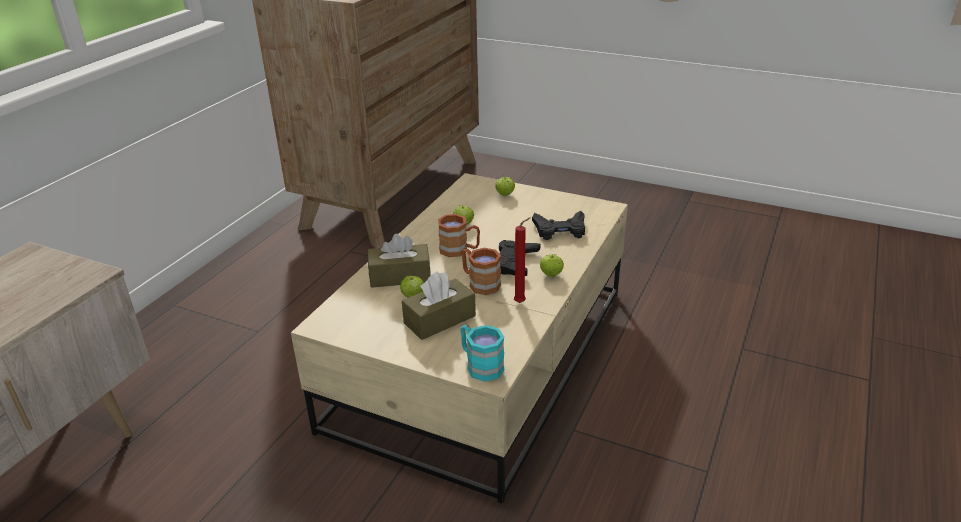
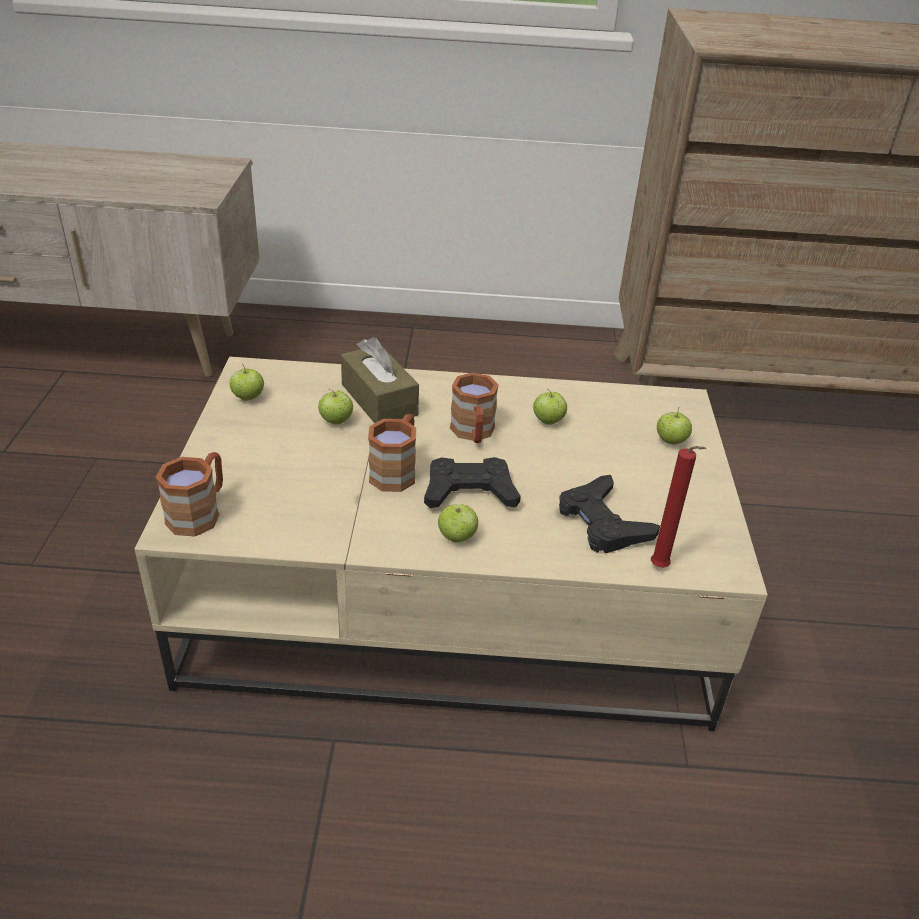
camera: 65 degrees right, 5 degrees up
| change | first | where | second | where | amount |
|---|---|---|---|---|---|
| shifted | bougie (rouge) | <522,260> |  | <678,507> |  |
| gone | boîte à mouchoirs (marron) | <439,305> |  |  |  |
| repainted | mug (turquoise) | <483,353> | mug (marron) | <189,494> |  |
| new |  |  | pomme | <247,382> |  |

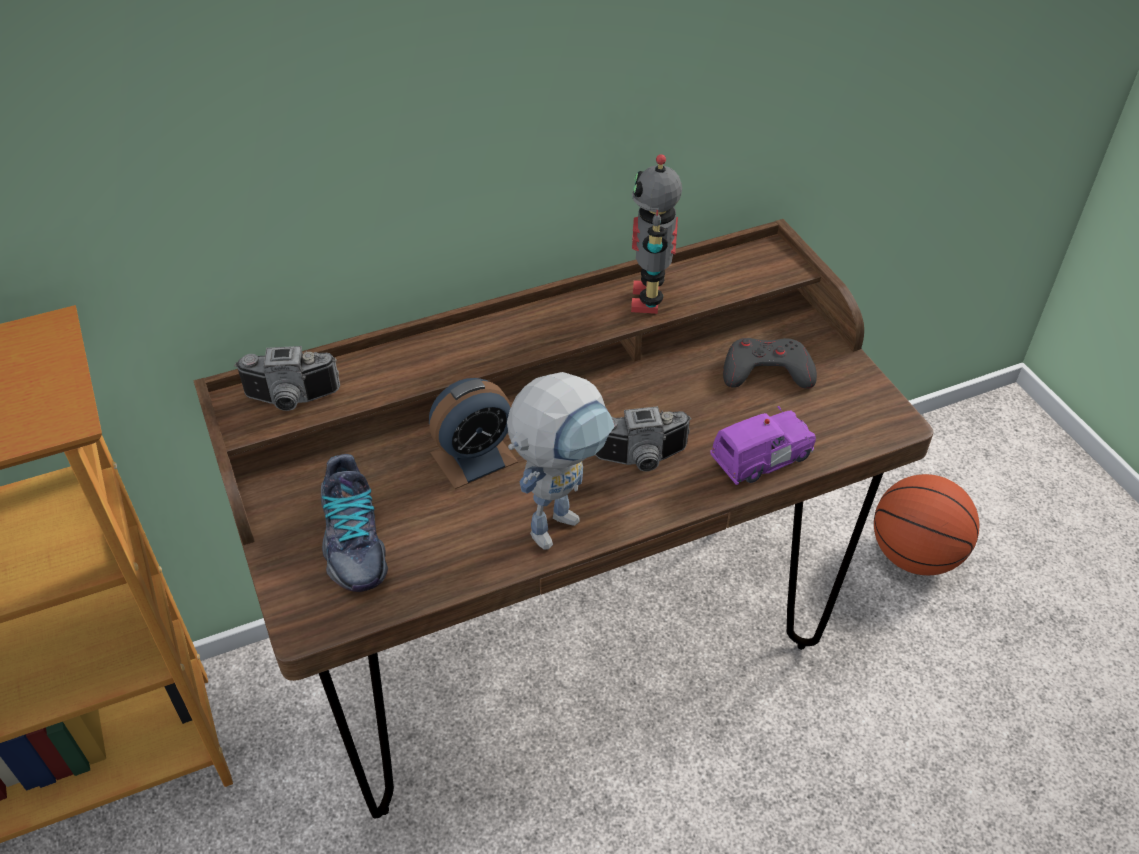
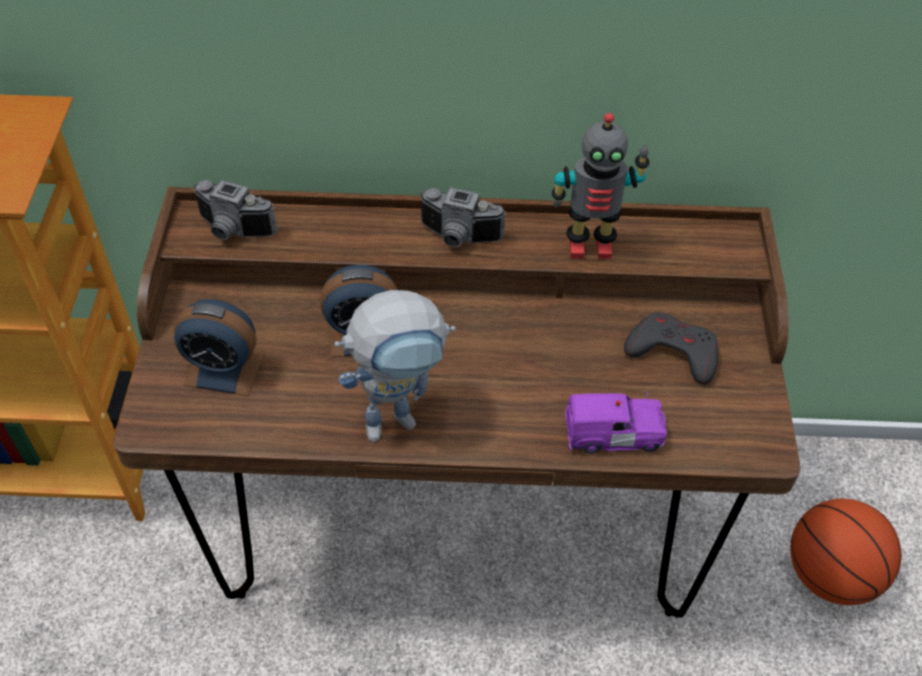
camera: 25 degrees right, 5 degrees up
| change | first | where | second | where | amount |
|---|---|---|---|---|---|
| rotated | robot jouet | <656,234> |  | <600,186> | 120 degrees counterclockwise |
| shifted | appareil photo | <643,438> |  | <462,217> |  |
| swapped | chaussure | <354,523> | réveil | <219,347> |  |

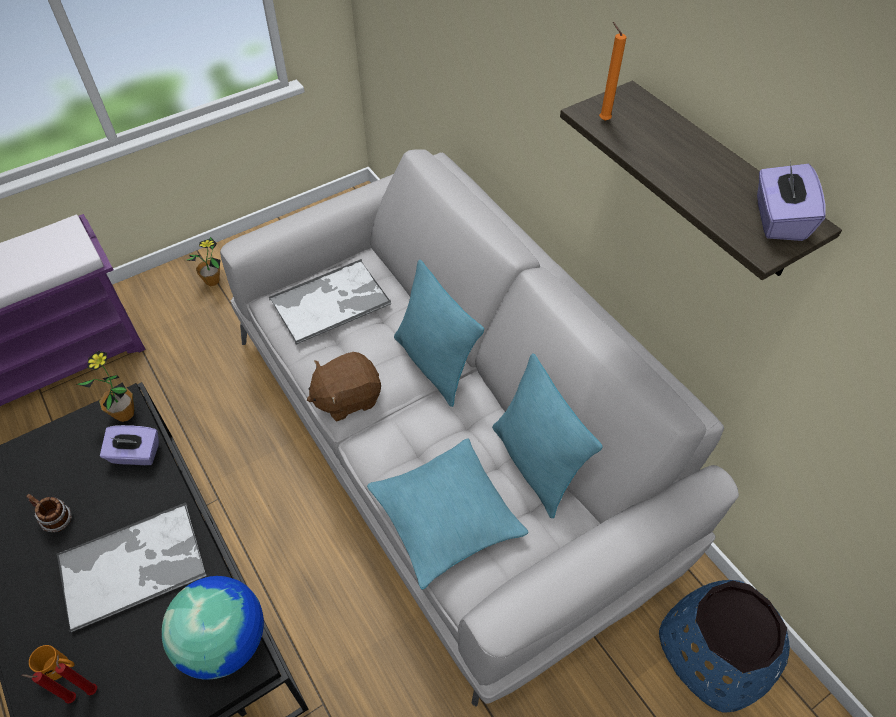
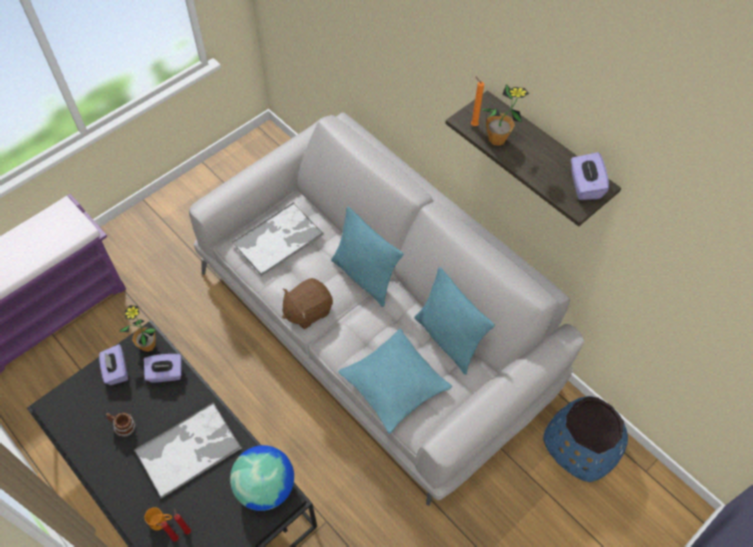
camera: 10 degrees left, 5 degrees up
| change | first | where | second | where | amount |
|---|---|---|---|---|---|
| shifted | plante en pot | <203,261> |  | <505,115> |  |
| new |  |  | boîte à mouchoirs (violet) | <113,364> |  |

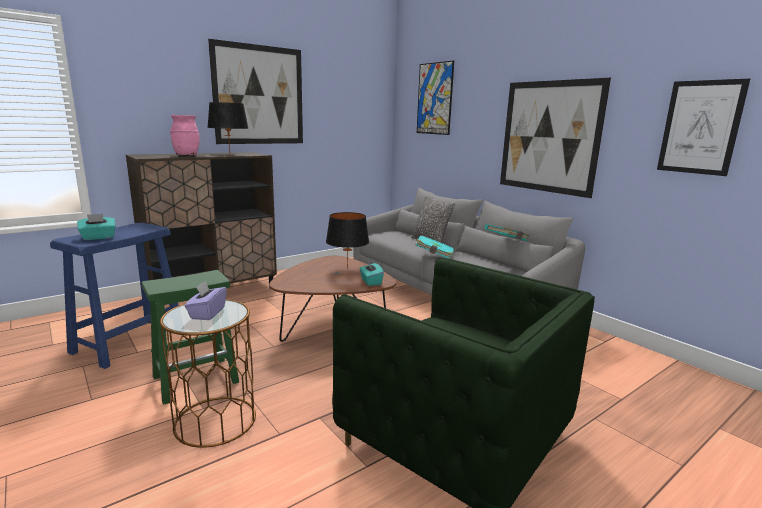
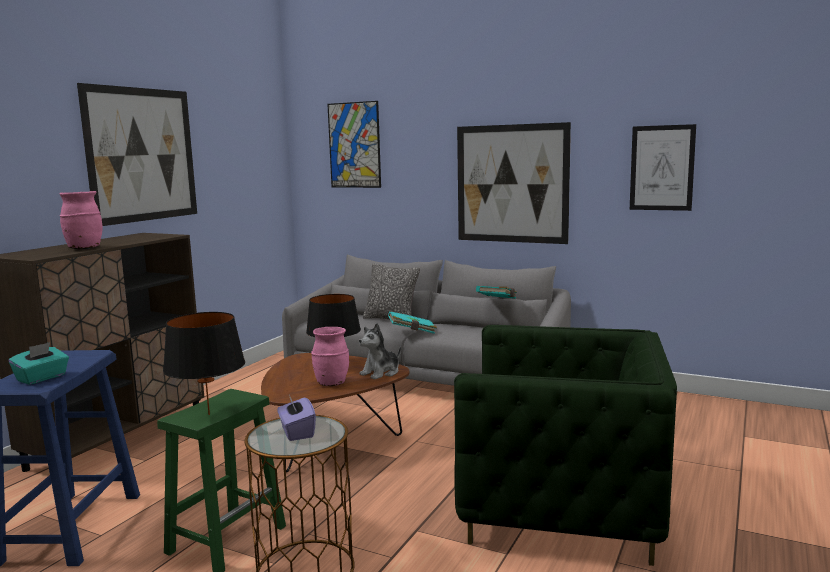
camera: 25 degrees left, 5 degrees down
| change | first | where | second | where | amount |
|---|---|---|---|---|---|
| shifted | lampe de table (noir) | <227,127> |  | <204,363> |  |
| swapped | boîte à mouchoirs (turquoise) | <371,273> | peluche | <380,351> |  |
| new |  |  | vase (rose) | <330,356> |  |

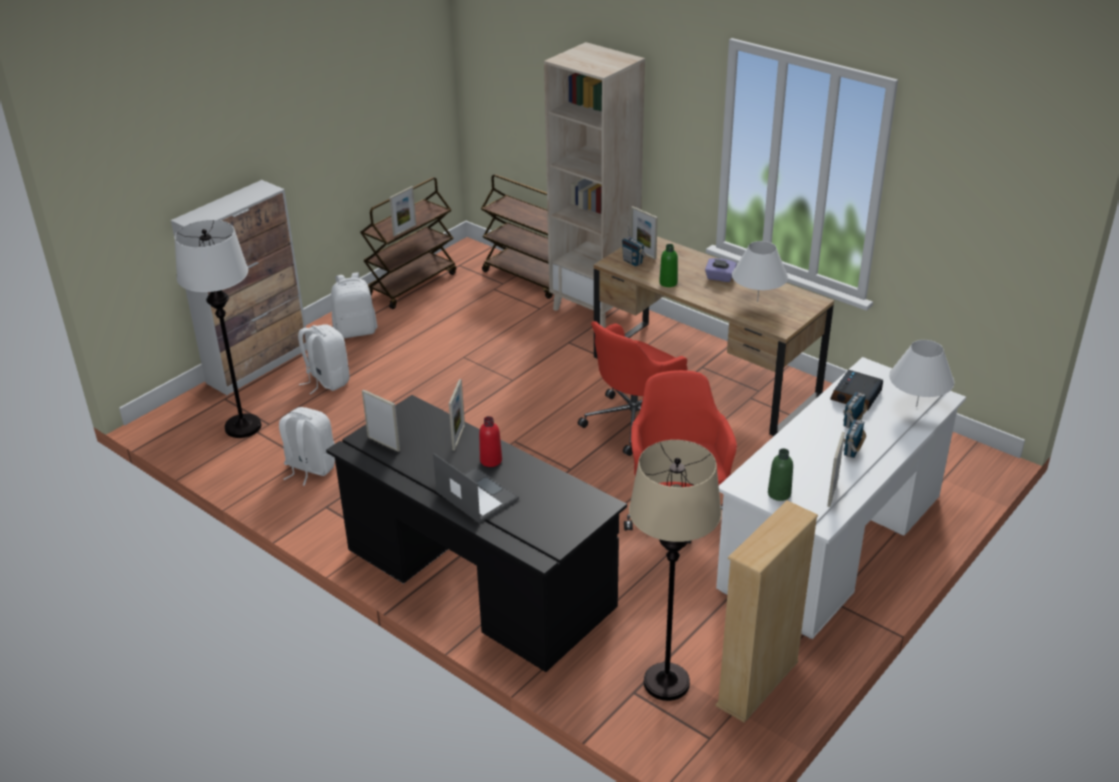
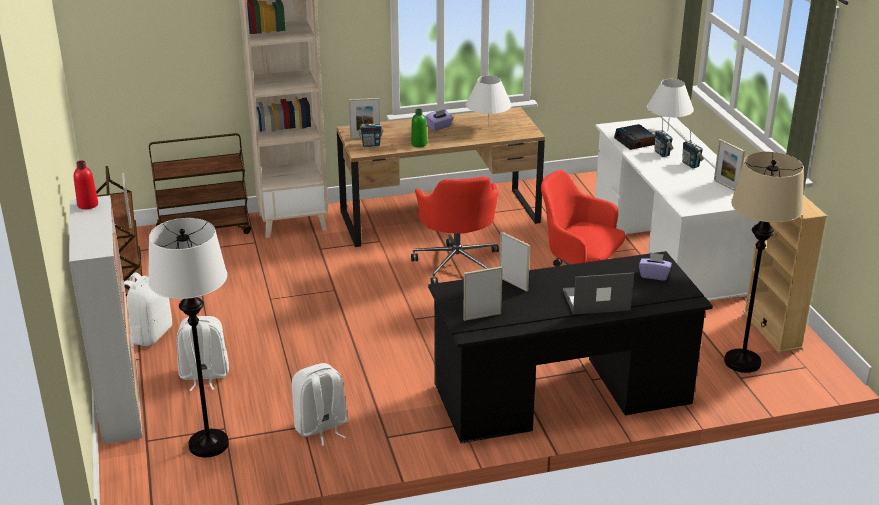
camera: 55 degrees left, 5 degrees down
| change | first | where | second | where | amount |
|---|---|---|---|---|---|
| shifted | bouteille (rouge) | <490,441> |  | <85,185> |  |
| gone | bouteille (vert) | <780,474> |  |  |  |
| new |  |  | boîte à mouchoirs (violet) | <655,266> |  |

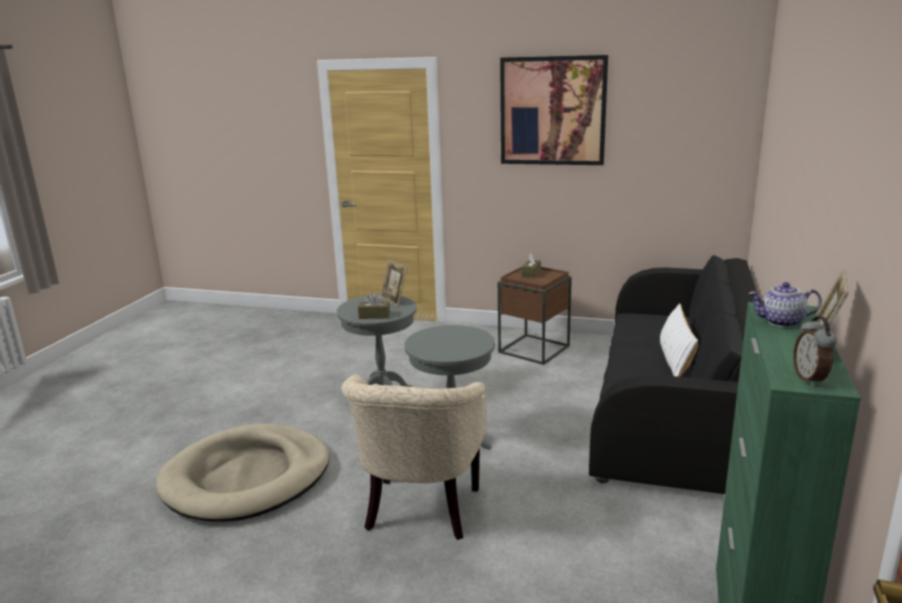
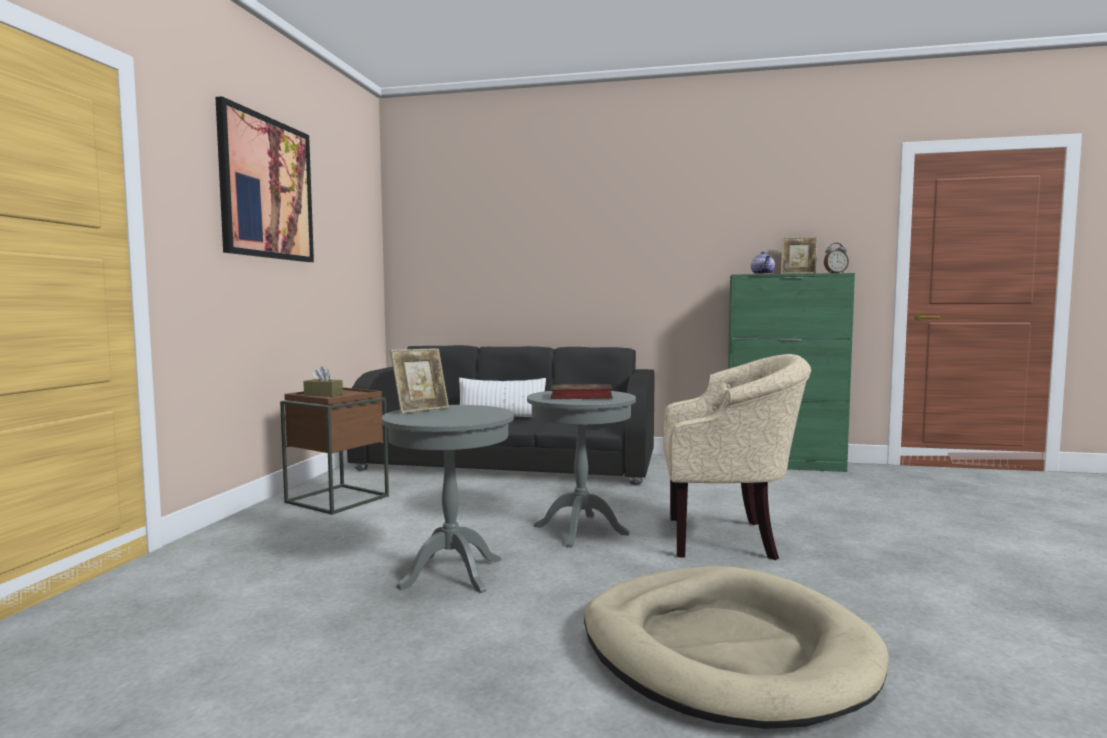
camera: 95 degrees left, 15 degrees down
| change | first | where | second | where | amount |
|---|---|---|---|---|---|
| gone | boîte à mouchoirs (marron) | <374,306> |  |  |  |
| new |  |  | livre | <581,391> |  |

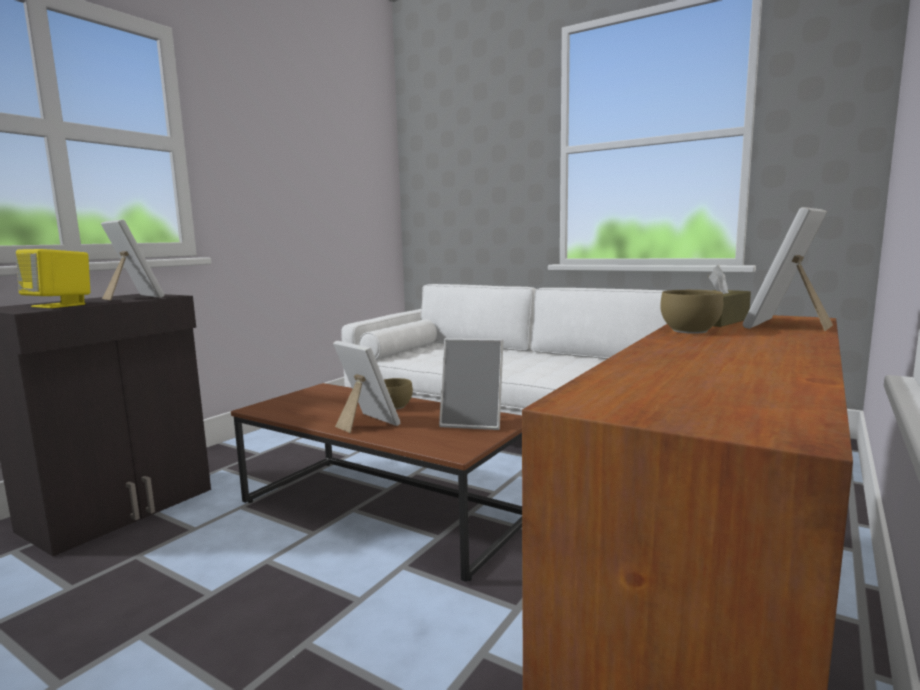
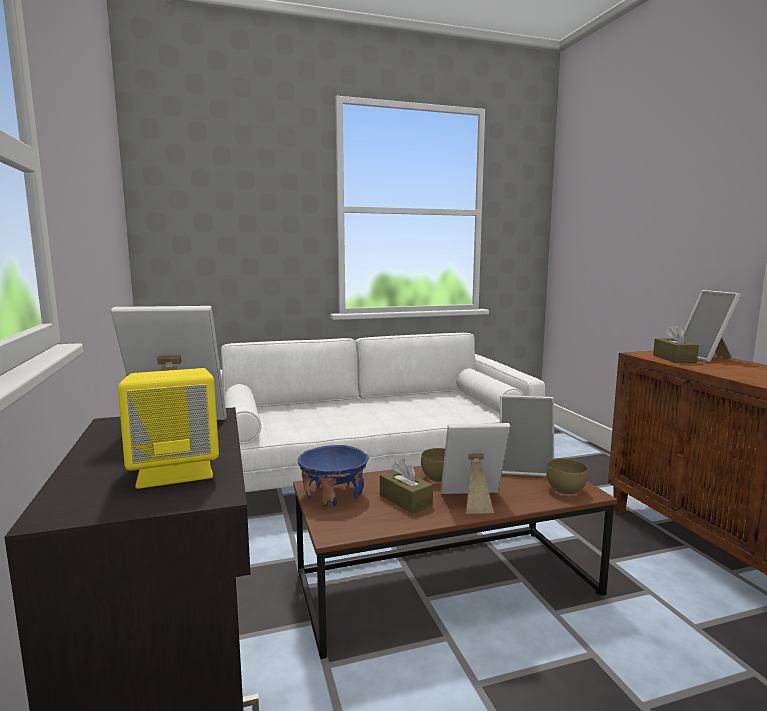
camera: 50 degrees left, 0 degrees up
| change | first | where | second | where | amount |
|---|---|---|---|---|---|
| shifted | bol (marron) | <691,312> |  | <567,476> |  |
| rotated | cadre photo | <471,384> |  | <527,436> | 45 degrees clockwise |
| new |  |  | bol (bleu) | <333,476> |  |
| new |  |  | boîte à mouchoirs (marron) | <406,486> |  |

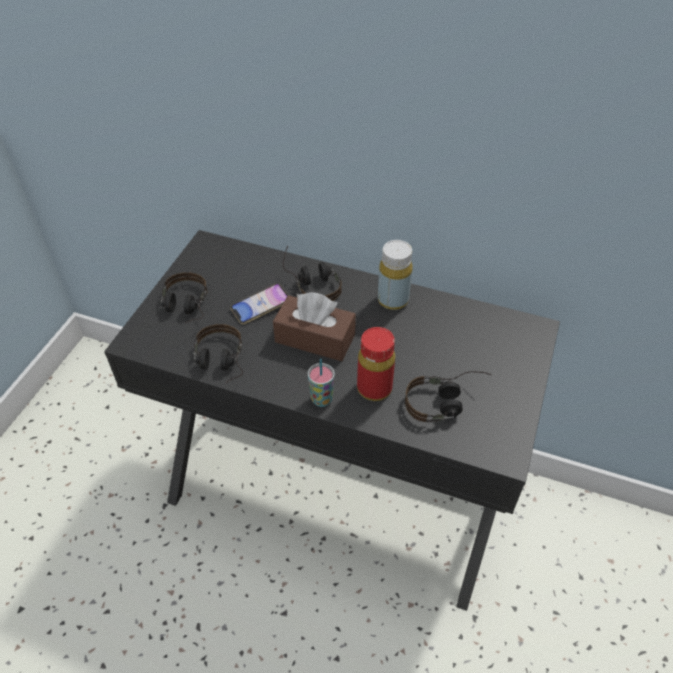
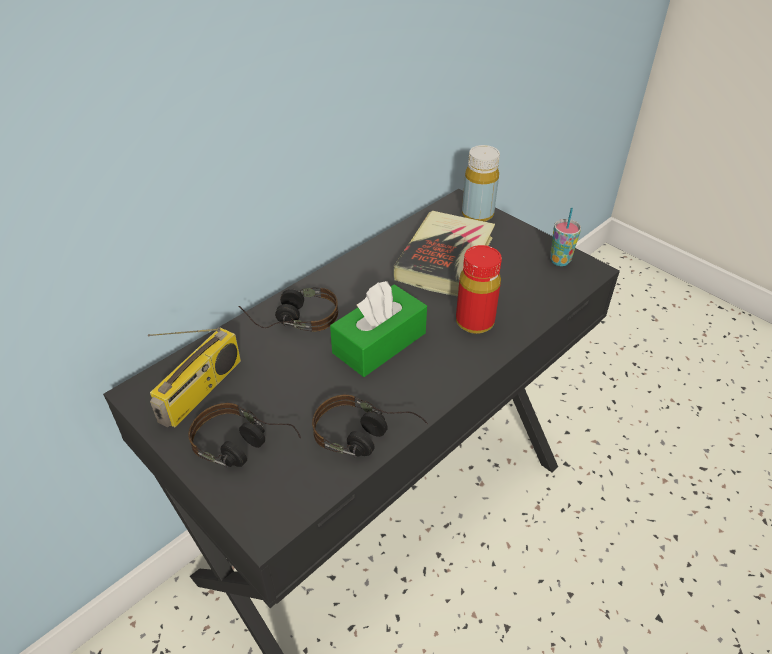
camera: 65 degrees left, 5 degrees down
| change | first | where | second | where | amount |
|---|---|---|---|---|---|
| shifted | bouteille (jaune) | <395,275> |  | <481,183> |  |
| gone | téléphone | <259,303> |  |  |  |
| repainted | boîte à mouchoirs (marron) | <314,326> | boîte à mouchoirs (vert) | <378,329> |  |
| shifted | tasse | <321,383> |  | <565,237> |  |
| gone | casque audio | <448,396> |  |  |  |
| new |  |  | livre | <444,254> |  |
| new |  |  | radio | <194,377> |  |

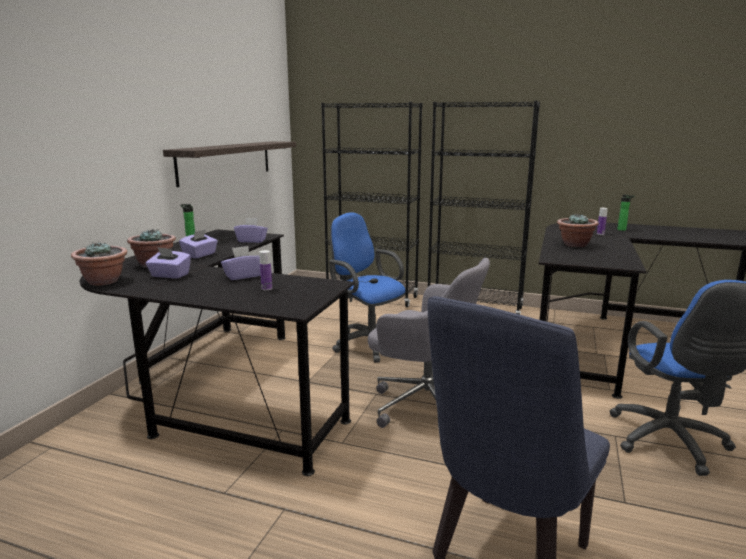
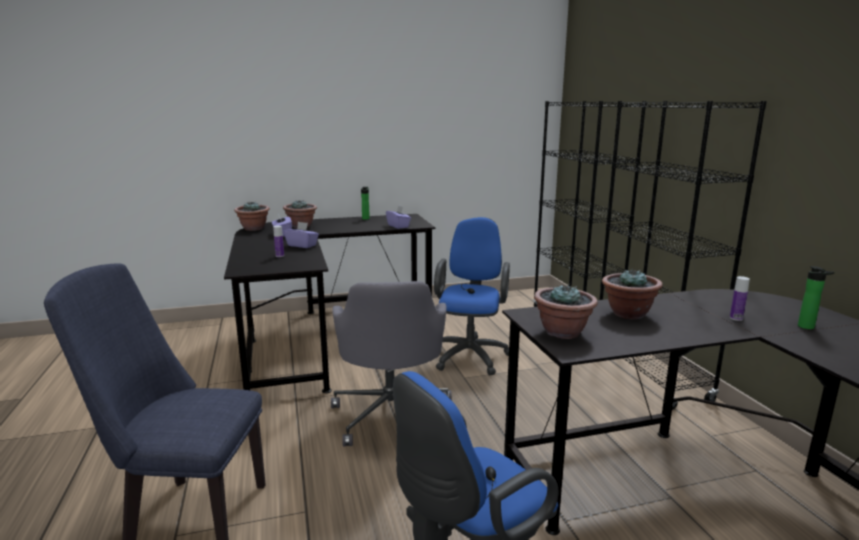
camera: 55 degrees right, 0 degrees up
| change | first | where | second | where | amount |
|---|---|---|---|---|---|
| gone | étagère | <229,164> |  |  |  |
| gone | boîte à mouchoirs (violet) | <198,243> |  |  |  |
| new |  |  | plante en pot | <566,311> |  |

